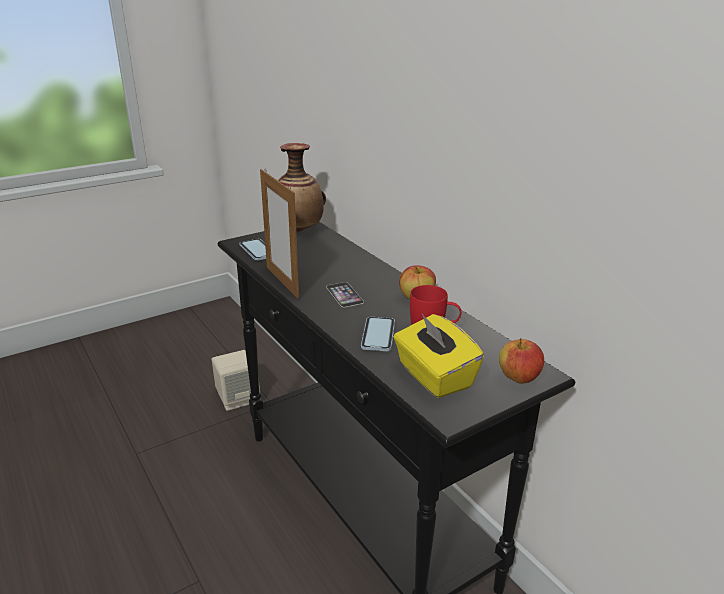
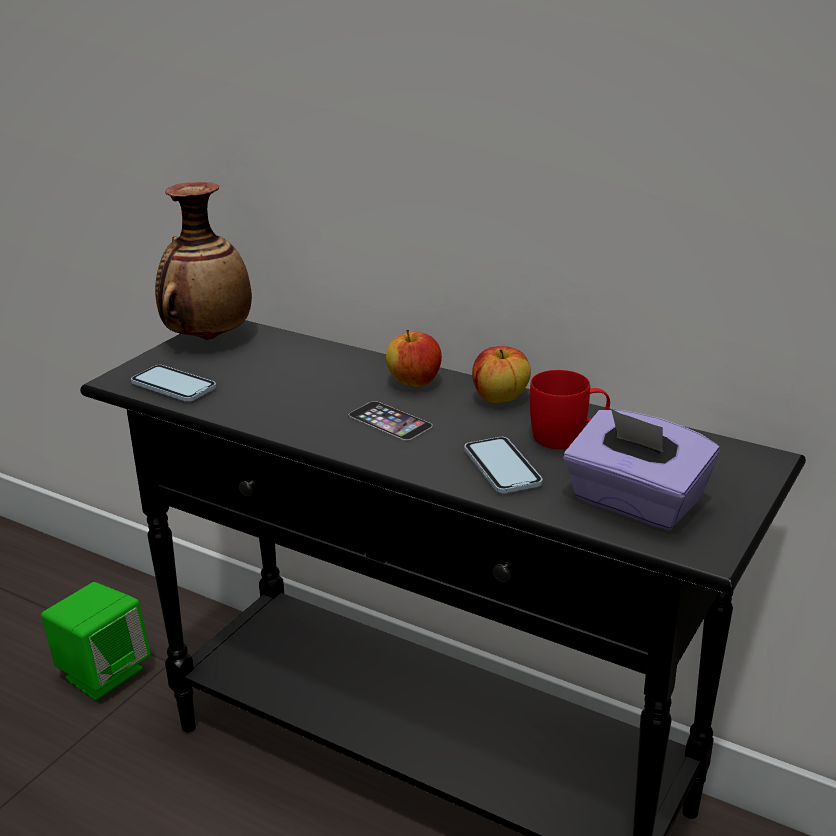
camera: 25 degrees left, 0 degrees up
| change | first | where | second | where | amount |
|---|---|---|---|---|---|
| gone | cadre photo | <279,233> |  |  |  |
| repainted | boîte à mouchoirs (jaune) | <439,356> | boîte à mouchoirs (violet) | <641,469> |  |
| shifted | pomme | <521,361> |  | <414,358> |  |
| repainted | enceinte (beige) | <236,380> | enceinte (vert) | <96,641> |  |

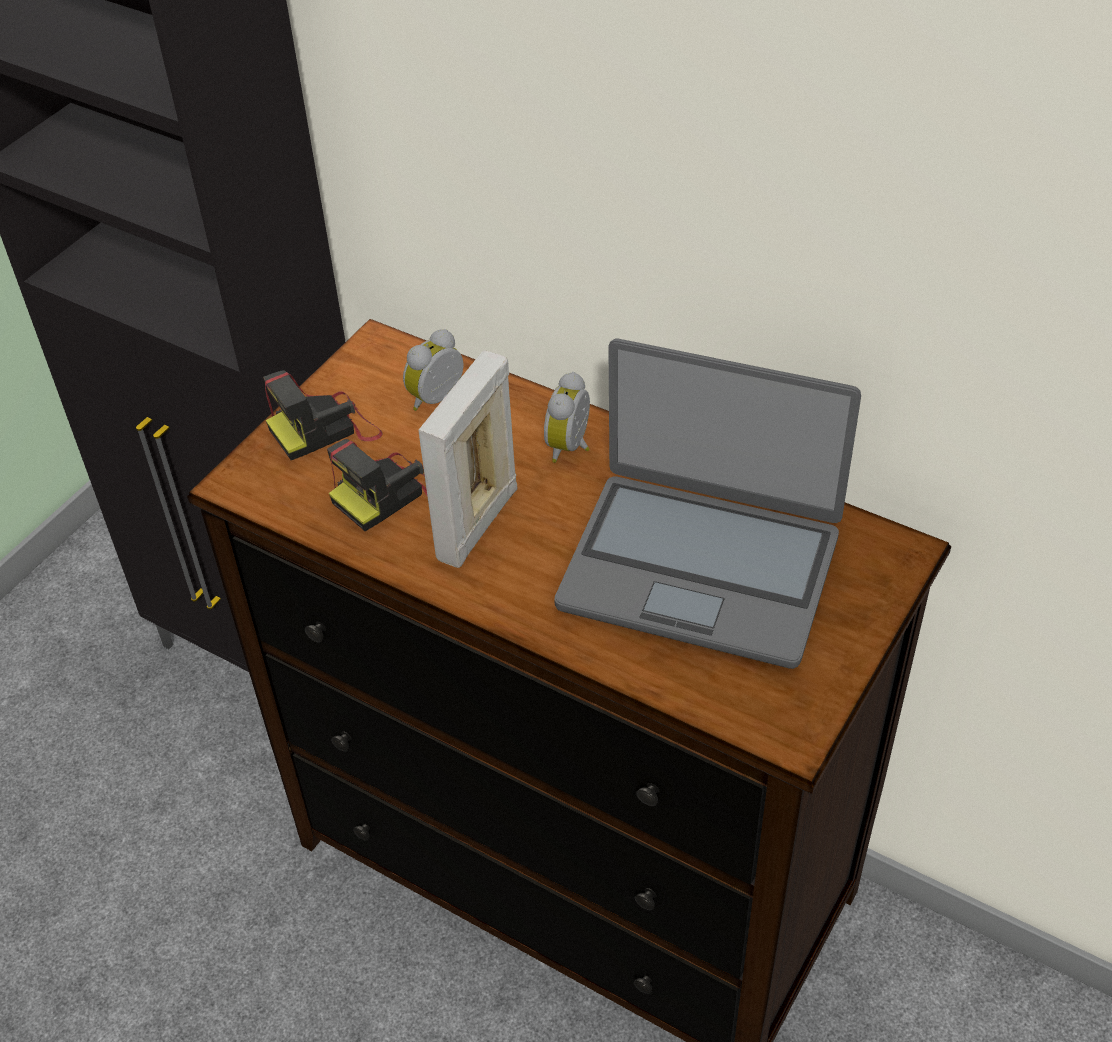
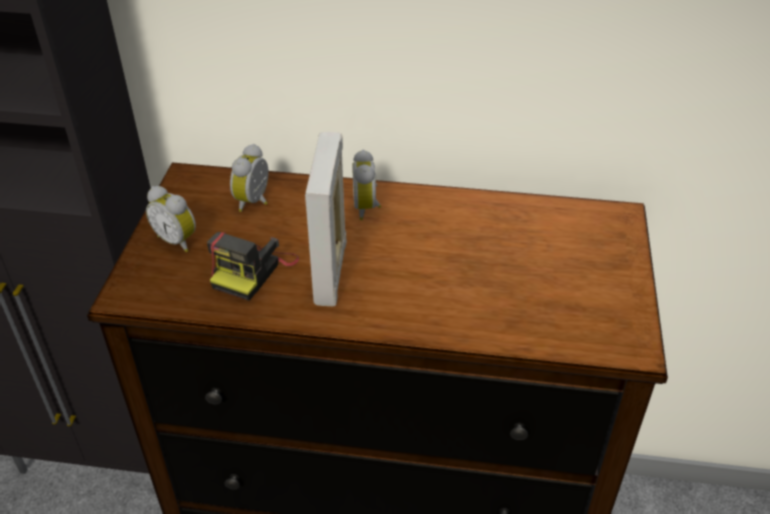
camera: 25 degrees left, 5 degrees down
| change | first | where | second | where | amount |
|---|---|---|---|---|---|
| gone | ordinateur portable | <707,504> |  |  |  |
| swapped | appareil photo | <323,415> | réveil | <171,219> |  |

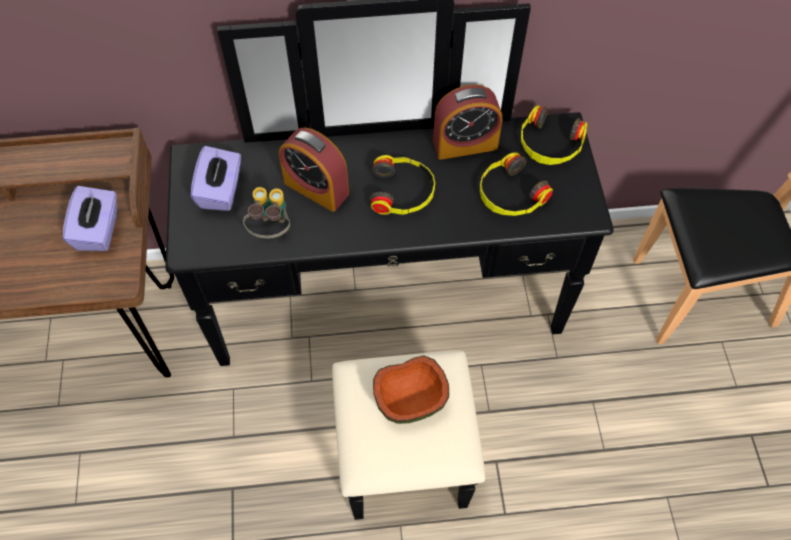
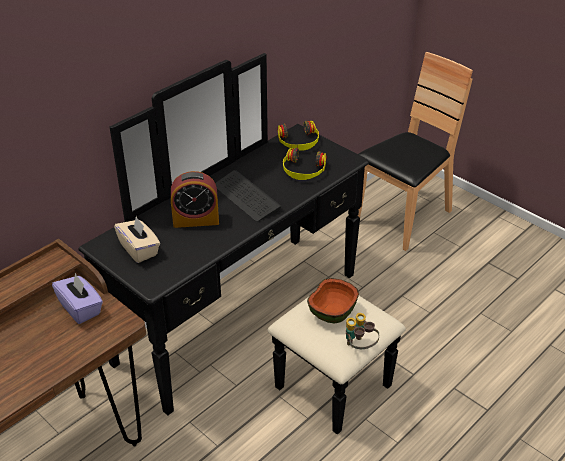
camera: 40 degrees left, 20 degrees down
| change | first | where | second | where | amount |
|---|---|---|---|---|---|
| gone | réveil | <467,122> |  |  |  |
| repainted | boîte à mouchoirs (violet) | <216,178> | boîte à mouchoirs (beige) | <137,239> |  |
| swapped | casque audio | <402,185> | clavier | <248,196> |  |
| shifted | jumelles | <266,212> |  | <362,331> |  |

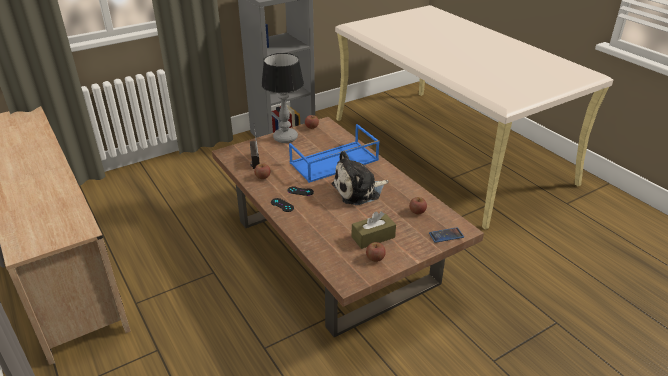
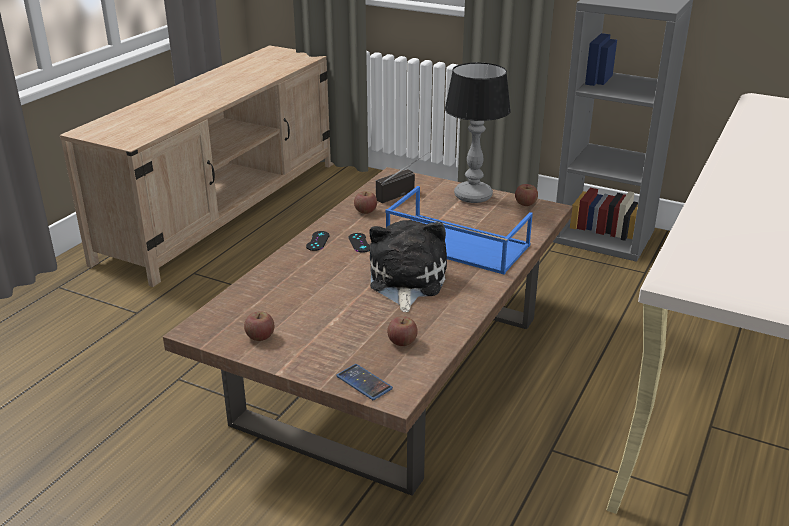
camera: 60 degrees right, 5 degrees down
| change | first | where | second | where | amount |
|---|---|---|---|---|---|
| rotated | peluche | <360,178> |  | <408,266> | 60 degrees clockwise |
| gone | boîte à mouchoirs (marron) | <373,230> |  |  |  |

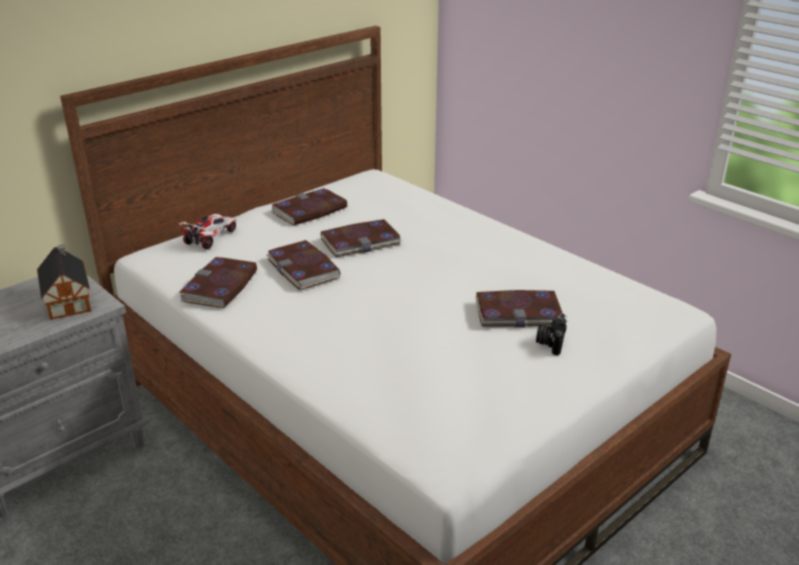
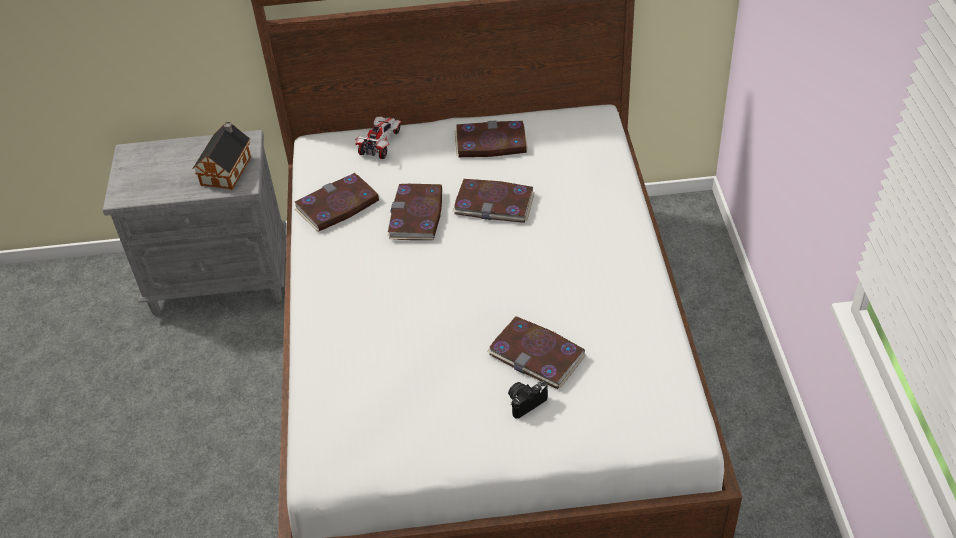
camera: 40 degrees right, 15 degrees up
| change | first | where | second | where | amount |
|---|---|---|---|---|---|
| rotated | petite voiture | <207,231> |  | <378,137> | 45 degrees counterclockwise |

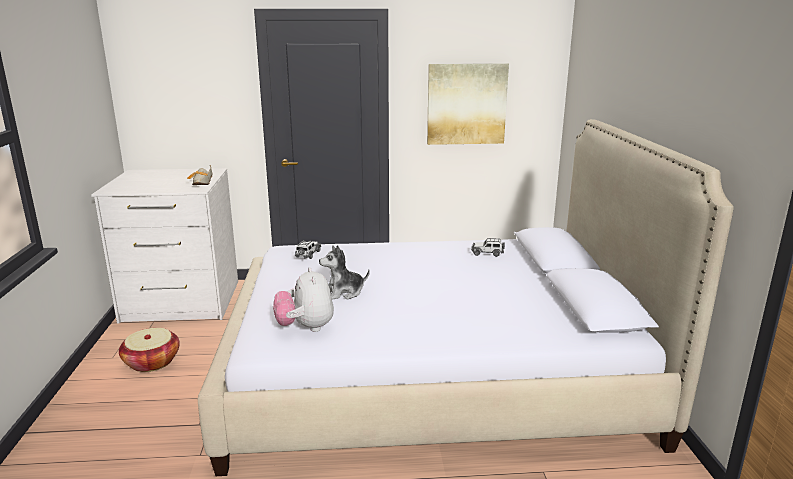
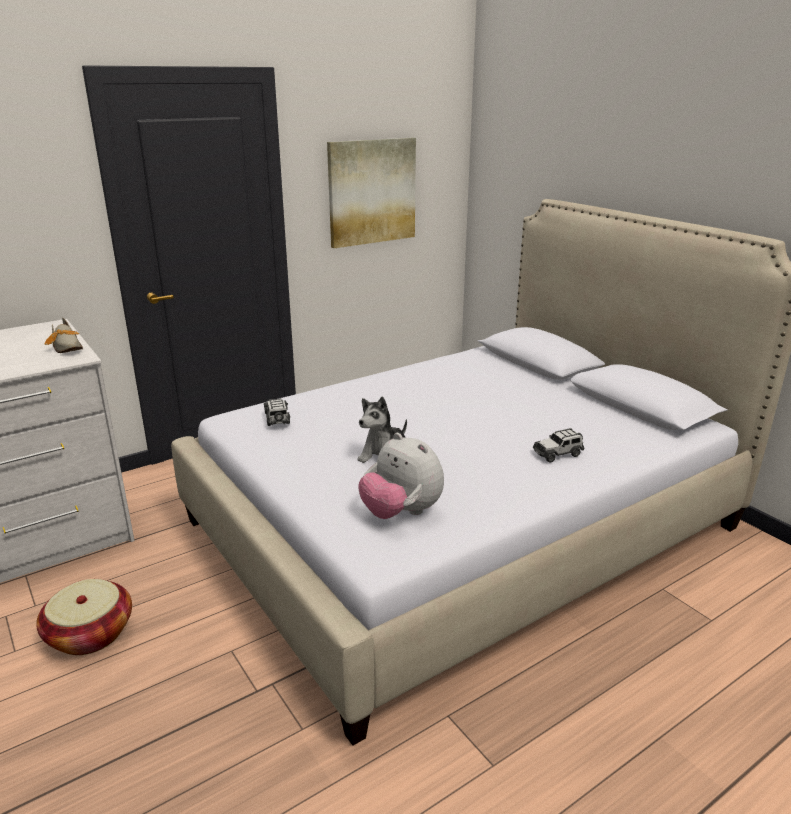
camera: 30 degrees left, 5 degrees up
| change | first | where | second | where | amount |
|---|---|---|---|---|---|
| shifted | petite voiture | <488,247> |  | <559,445> |  |

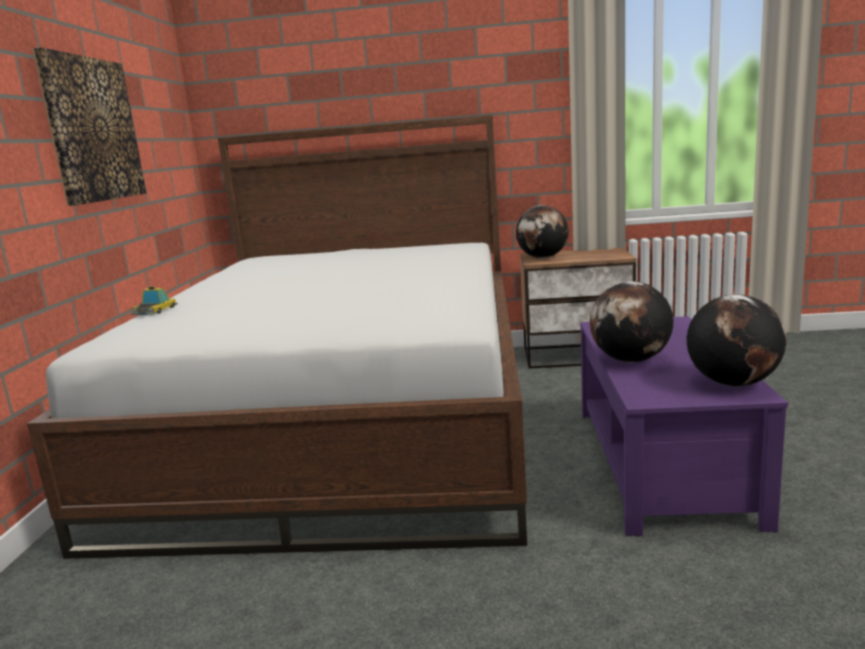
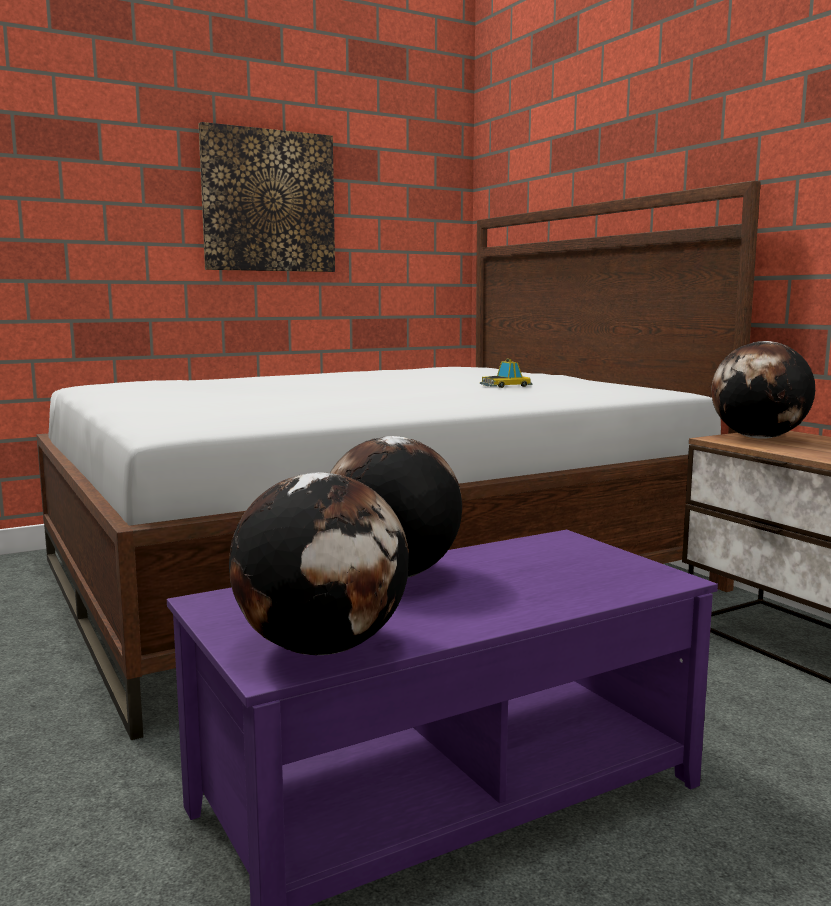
camera: 55 degrees right, 5 degrees down
| change | first | where | second | where | amount |
|---|---|---|---|---|---|
| shifted | petite voiture | <154,300> |  | <506,373> |  |

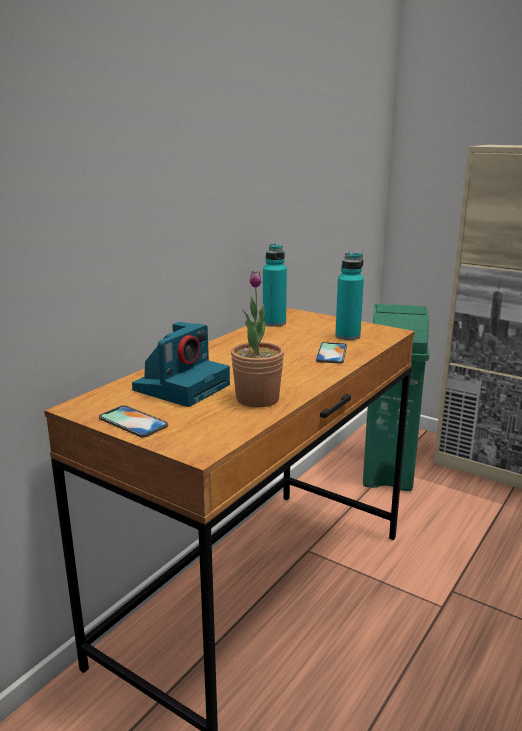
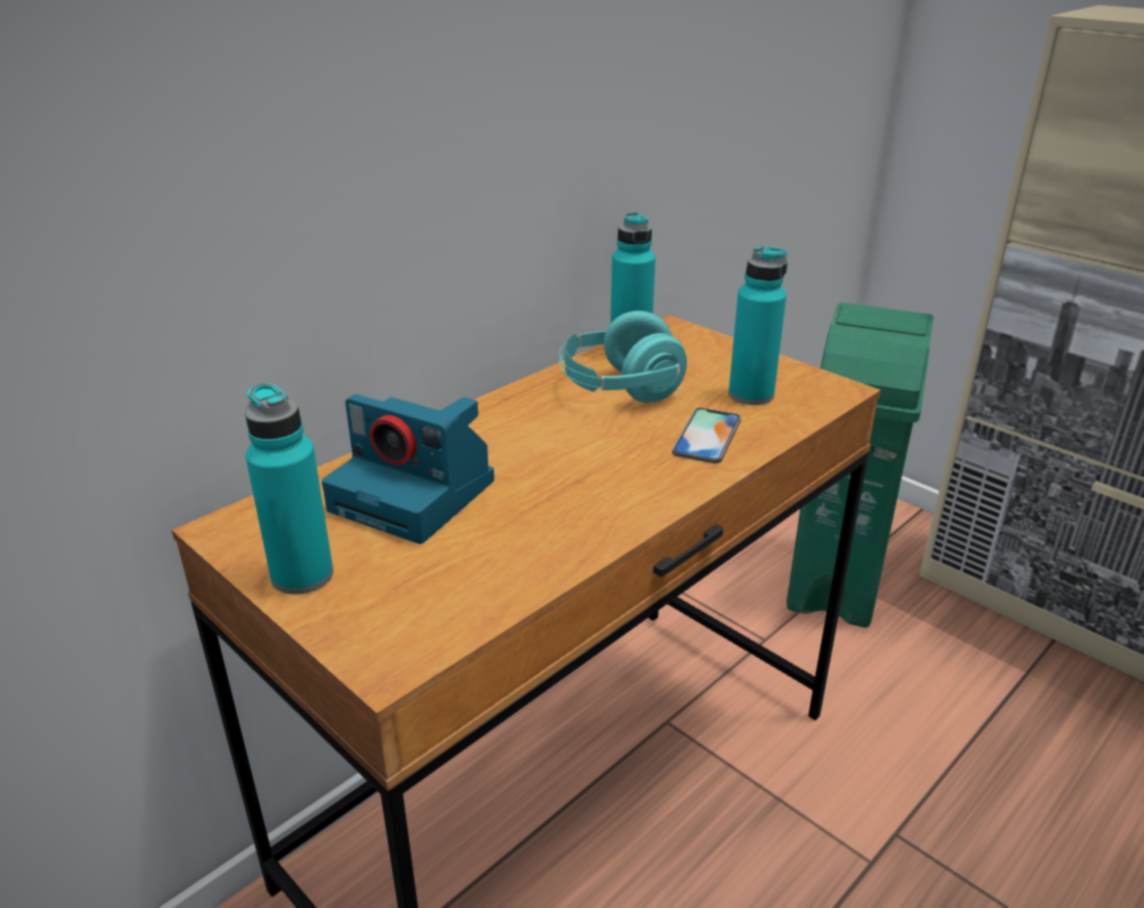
camera: 10 degrees right, 10 degrees up
| change | first | where | second | where | amount |
|---|---|---|---|---|---|
| gone | plante en pot | <257,339> |  |  |  |
| rotated | appareil photo | <181,364> |  | <408,469> | 75 degrees clockwise |
| swapped | téléphone | <133,421> | bouteille (turquoise) | <289,488> |  |
| new |  |  | casque audio (turquoise) | <623,357> |  |

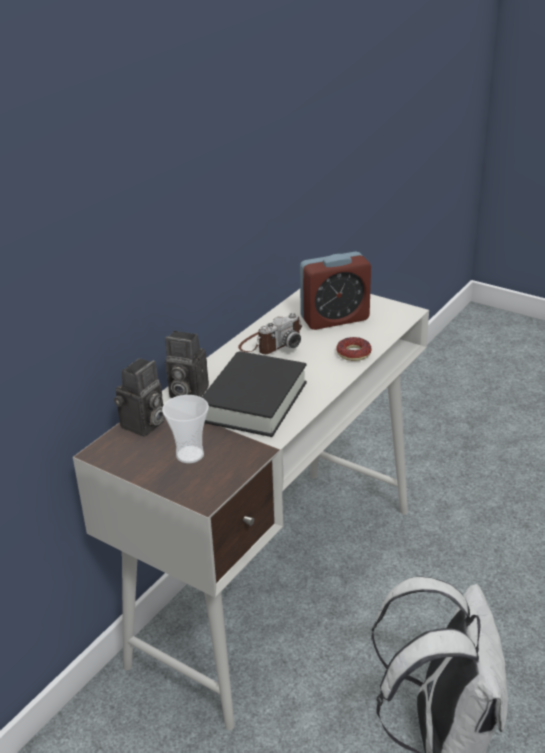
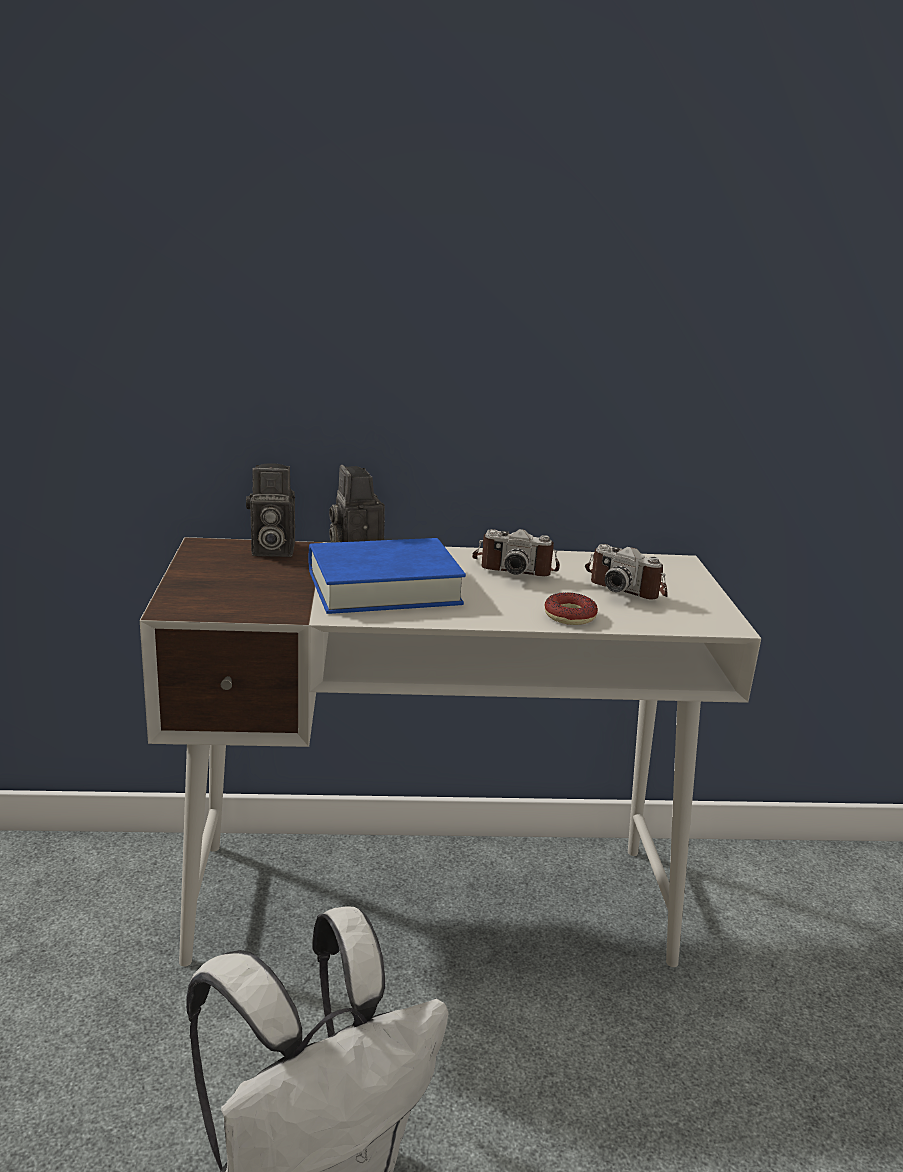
camera: 50 degrees right, 10 degrees down
| change | first | where | second | where | amount |
|---|---|---|---|---|---|
| swapped | réveil | <335,291> | appareil photo | <626,571> |  |
| repainted | livre (noir) | <254,394> | livre (bleu) | <387,576> |  |
| gone | tasse | <185,429> |  |  |  |

